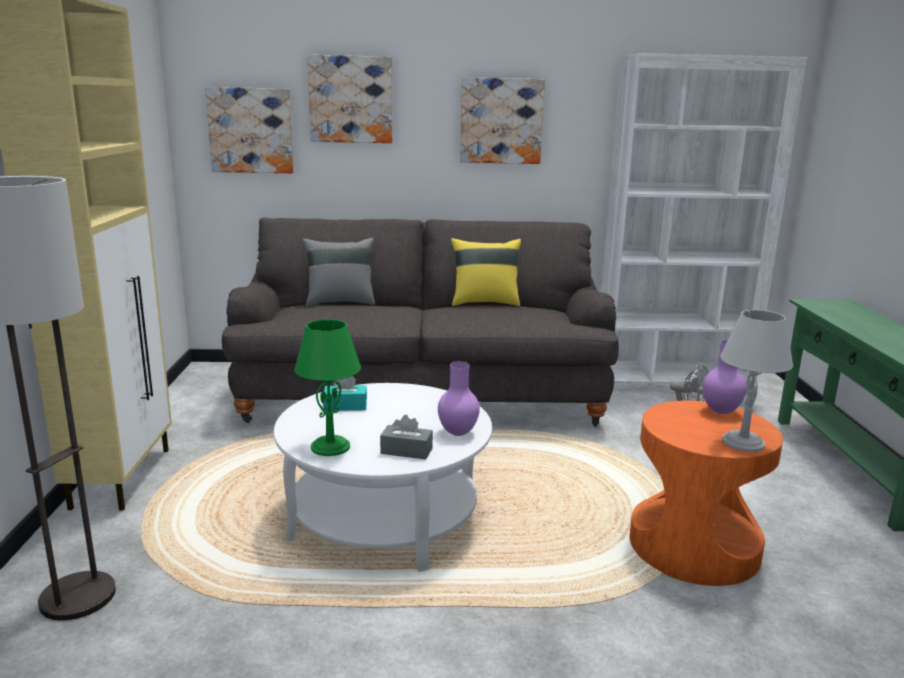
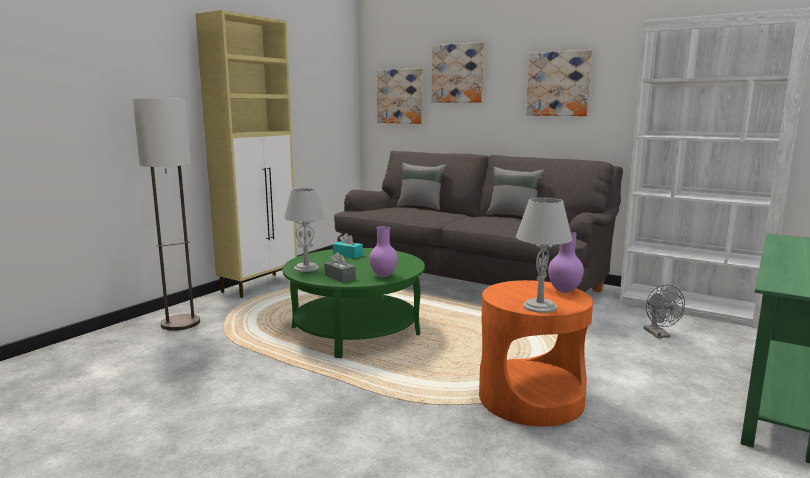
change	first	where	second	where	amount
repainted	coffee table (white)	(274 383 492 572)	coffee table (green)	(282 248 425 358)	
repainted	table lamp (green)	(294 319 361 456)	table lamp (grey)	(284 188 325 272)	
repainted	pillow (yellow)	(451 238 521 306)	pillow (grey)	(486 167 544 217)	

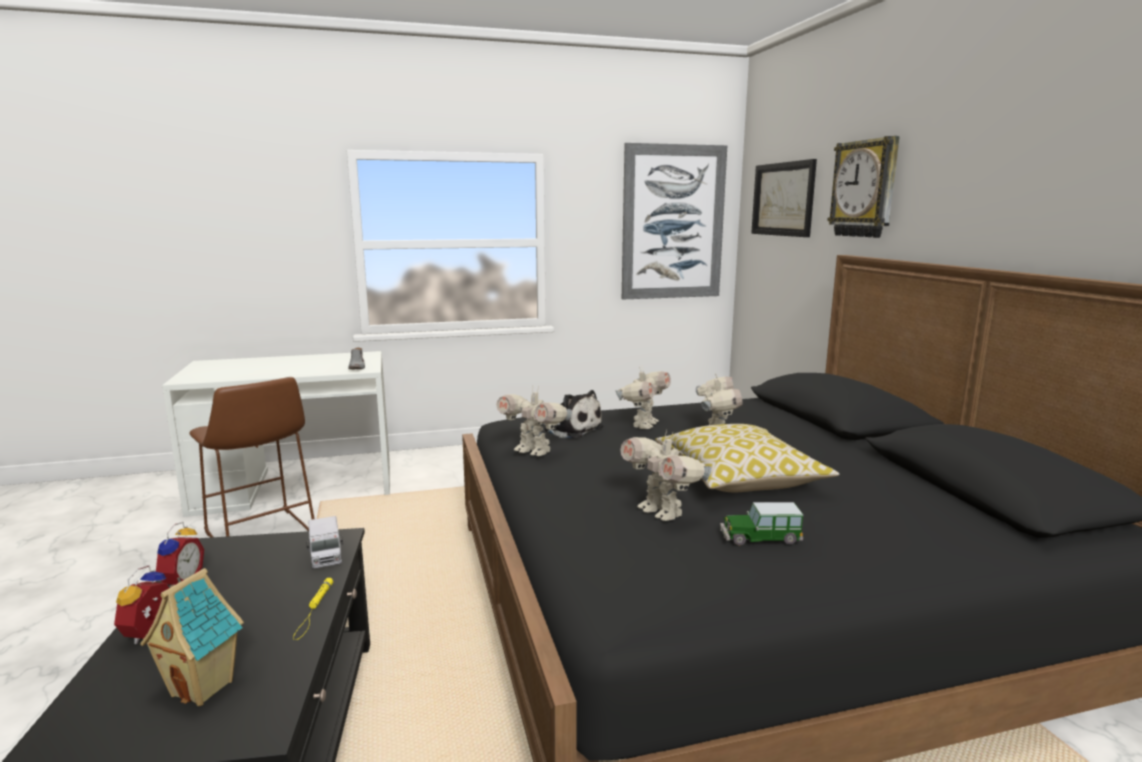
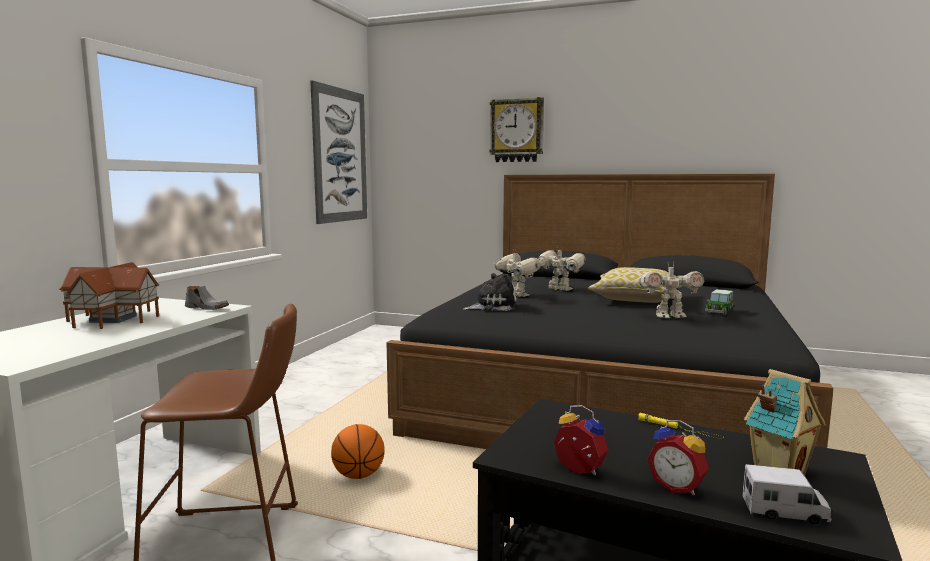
change	first	where	second	where	amount
gone	toy robot	(496 387 572 456)			
gone	picture	(751 159 817 237)			
new			toy house	(60 262 159 329)	
new			basketball	(331 424 385 479)	
shifted	toy truck	(306 516 343 568)		(742 464 831 524)	

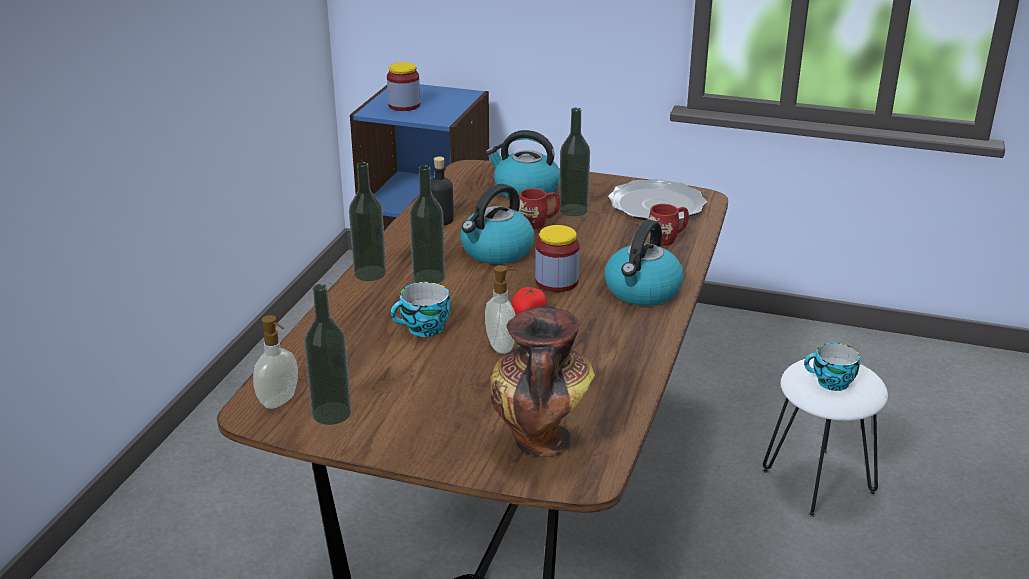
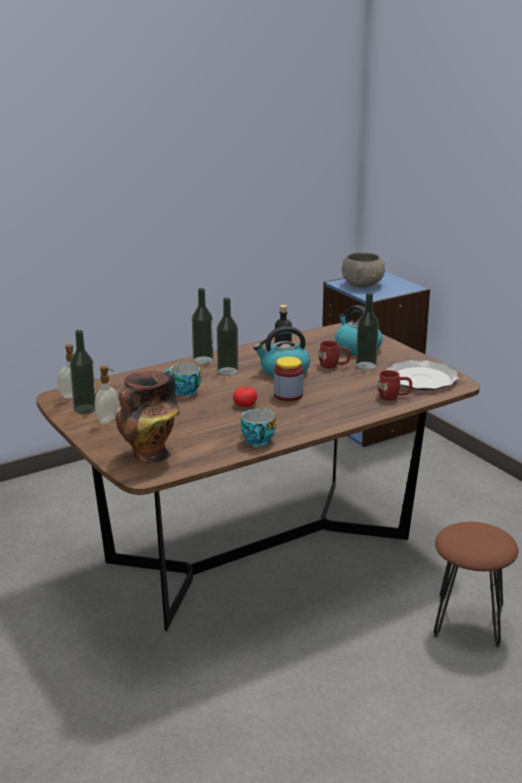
change	first	where	second	where	amount
gone	kettle	(605 220 684 306)			
shifted	soap dispenser	(485 265 517 354)		(95 365 118 423)	
shifted	cup	(804 343 860 391)		(241 409 276 446)	
swapped	jar	(387 62 420 111)	bowl (grey)	(342 252 385 287)	
repainted	stool (white)	(762 358 888 517)	stool (brown)	(433 522 519 647)	

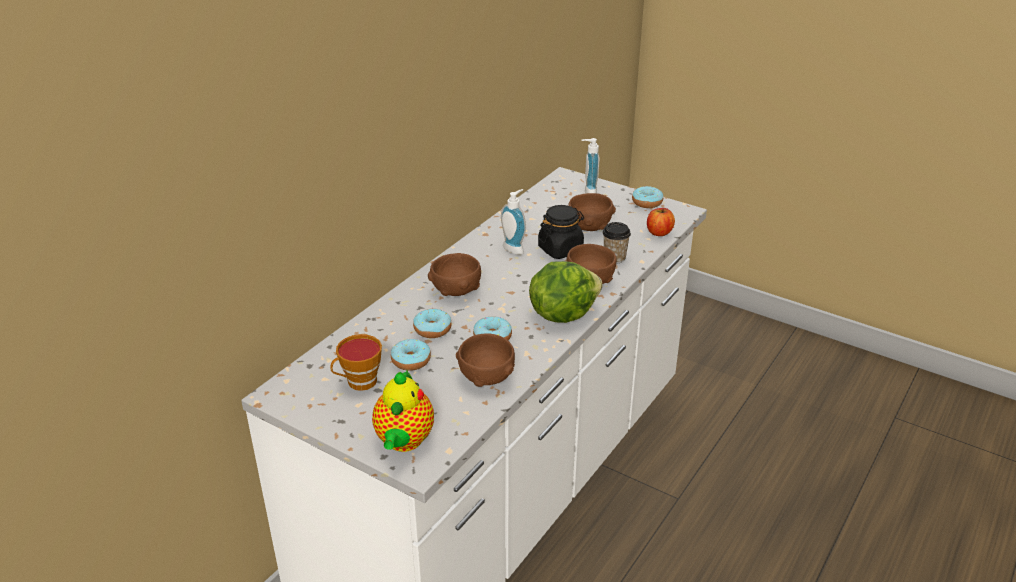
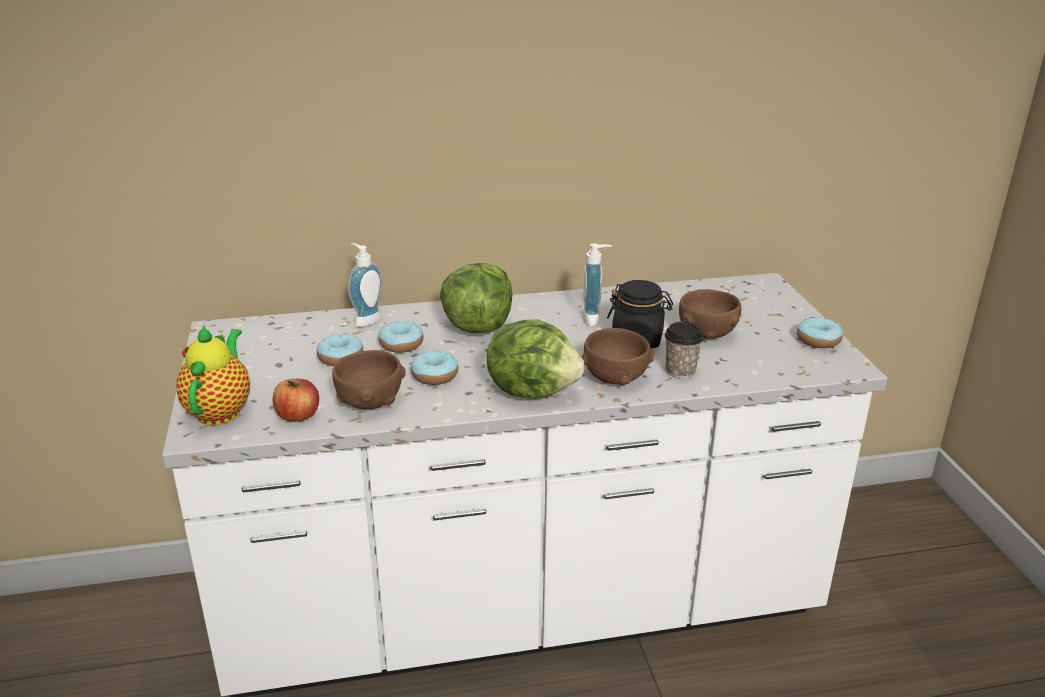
change	first	where	second	where	amount
gone	cup	(330 334 382 391)			
shifted	soap dispenser	(581 138 599 193)		(348 243 383 327)	
shifted	apple	(647 208 675 236)		(273 379 319 422)	
swapped	bowl (brown)	(428 253 481 296)	lettuce	(440 263 512 333)	
rotated	teapot	(372 370 434 452)		(176 324 250 426)	135 degrees clockwise

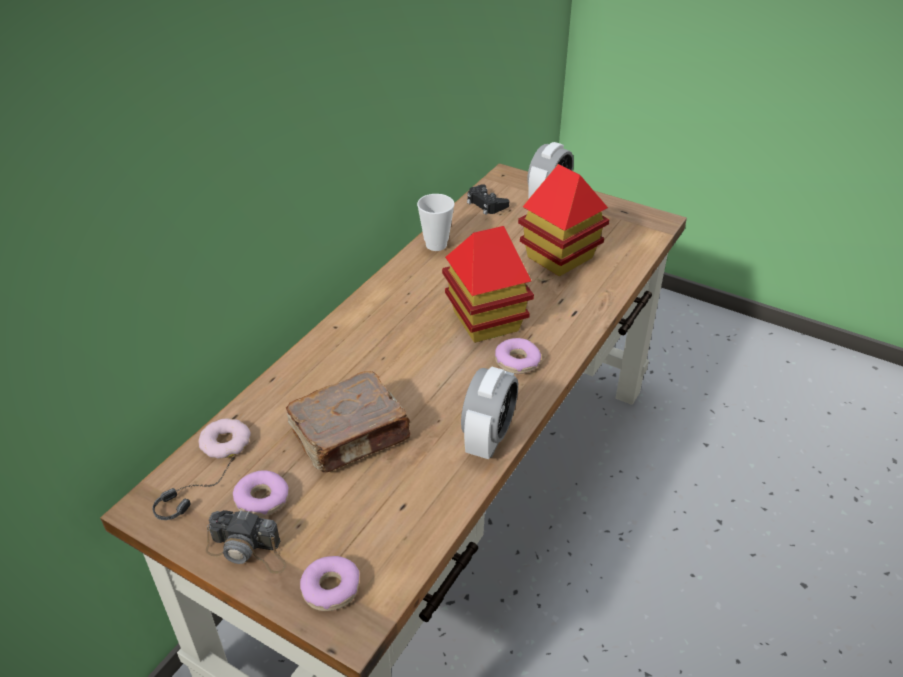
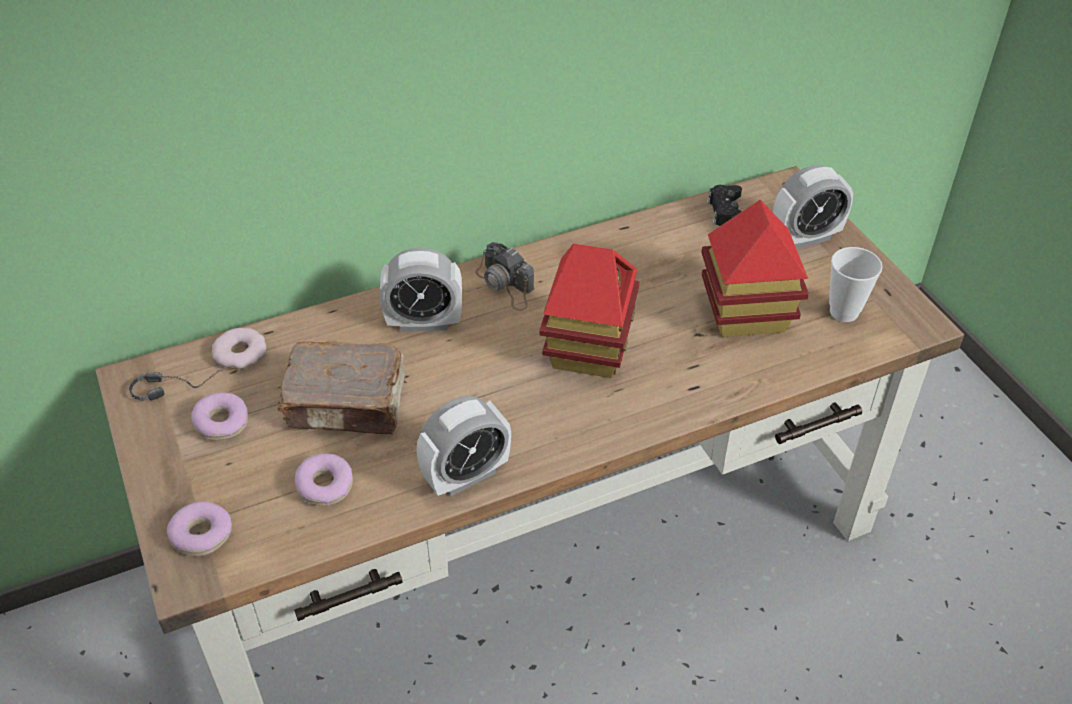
change	first	where	second	where	amount
new			alarm clock	(379 248 462 332)	
shifted	photo camera	(206 510 287 574)		(475 242 534 311)	
shifted	cup	(417 194 455 251)		(829 247 883 322)	
shifted	donut	(495 338 541 374)		(295 453 353 506)	

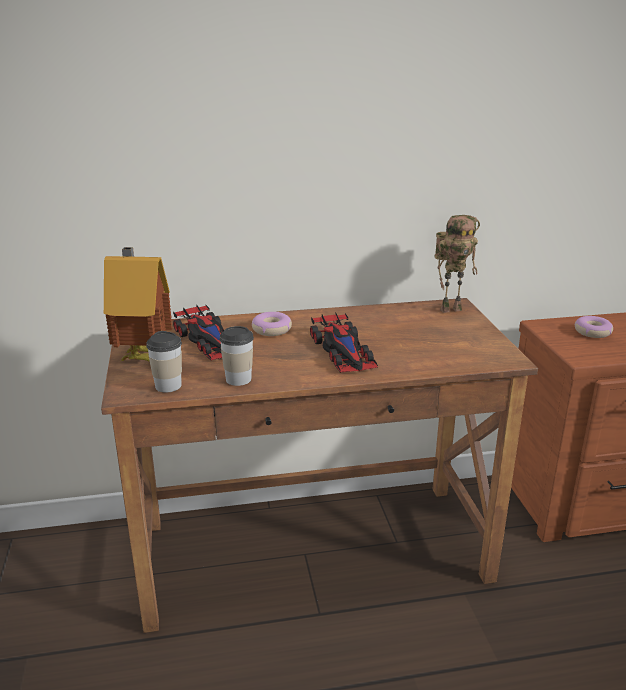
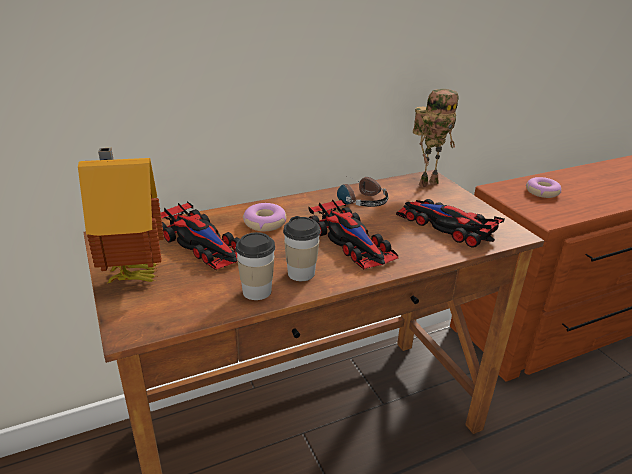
change	first	where	second	where	amount
new			headphones	(337 177 388 207)	
new			toy car	(396 199 505 248)	
shifted	cup	(146 331 182 393)		(283 216 321 281)	

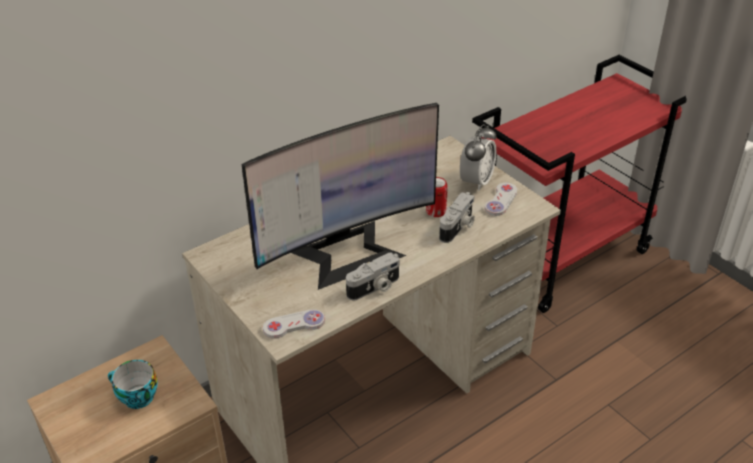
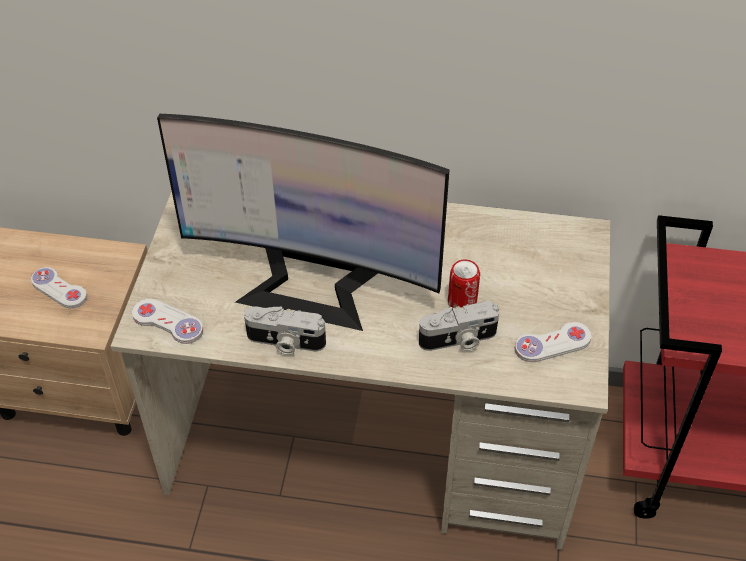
change	first	where	second	where	amount
gone	alarm clock	(460 124 497 191)			
swapped	cup	(108 360 158 409)	game controller (white)	(31 267 87 308)	

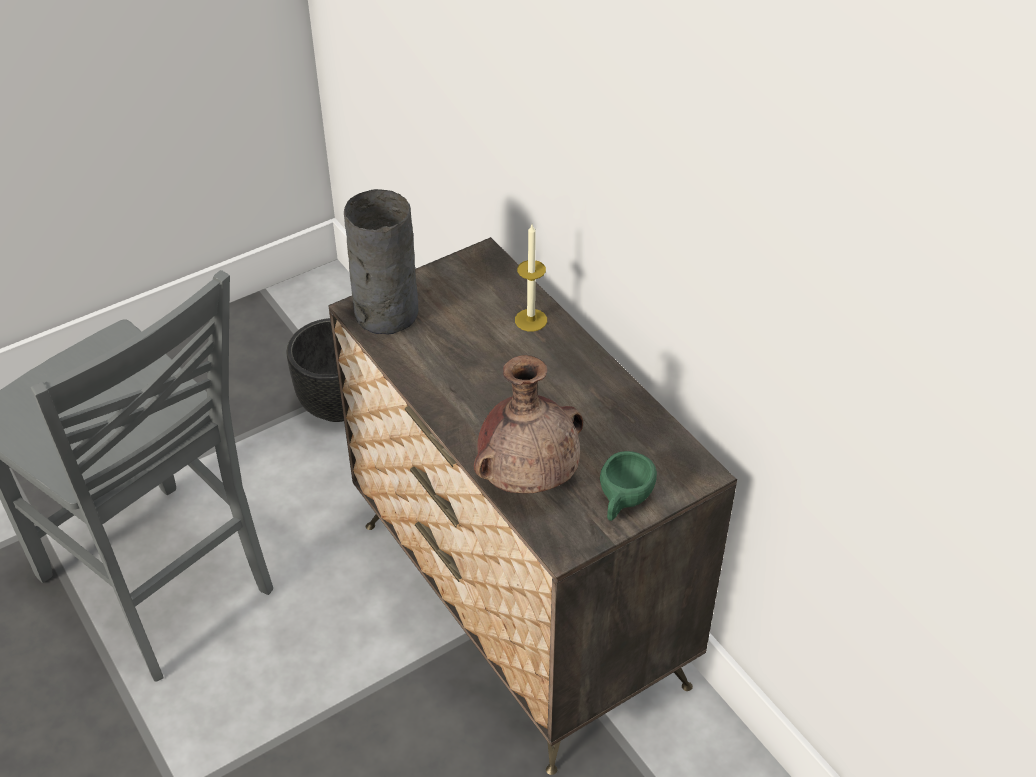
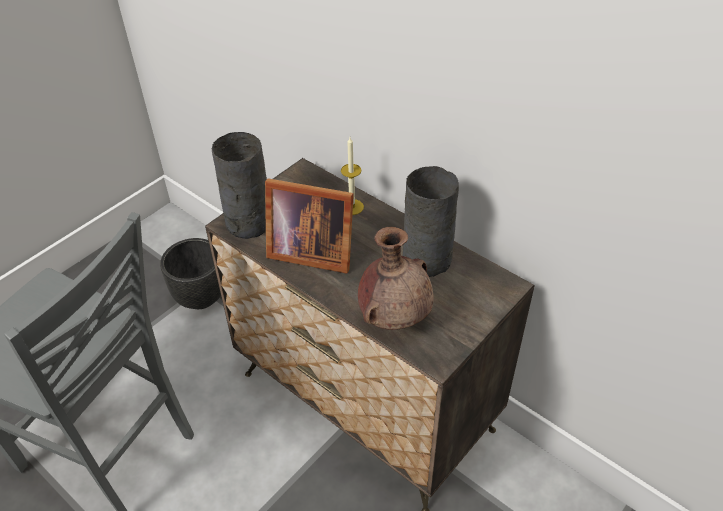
change	first	where	second	where	amount
gone	cup (green)	(600 451 657 521)			
new			picture frame	(265 178 354 274)	
new			vase (grey)	(403 166 459 277)	

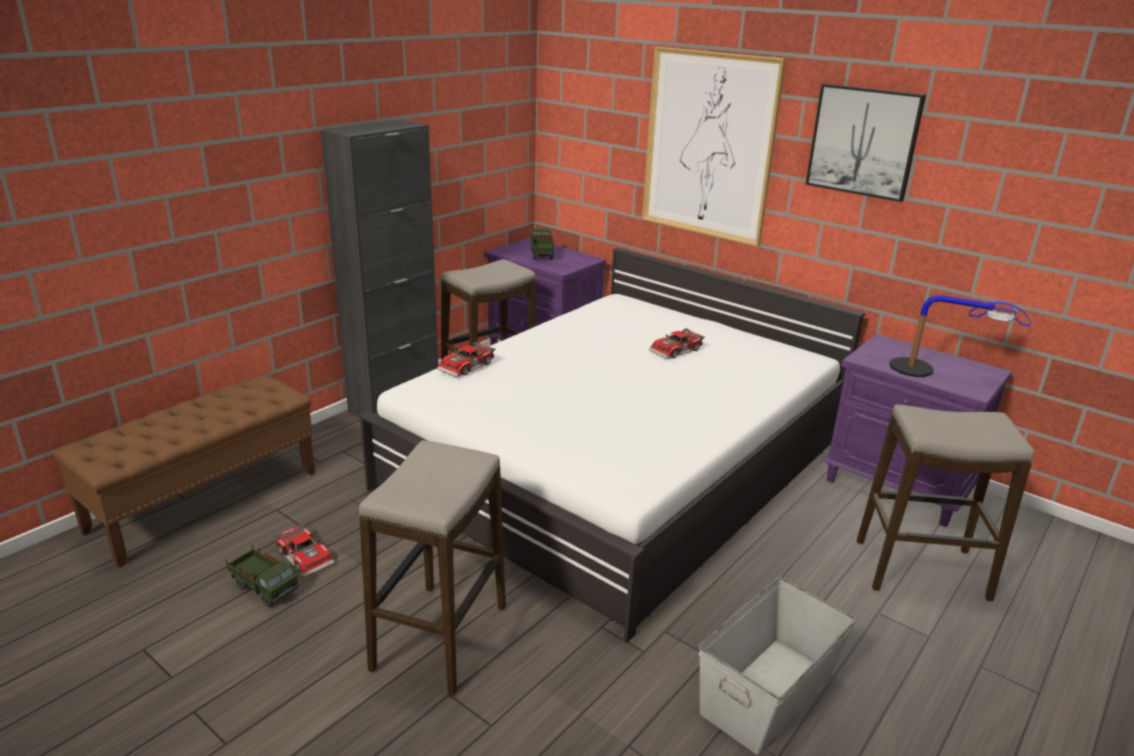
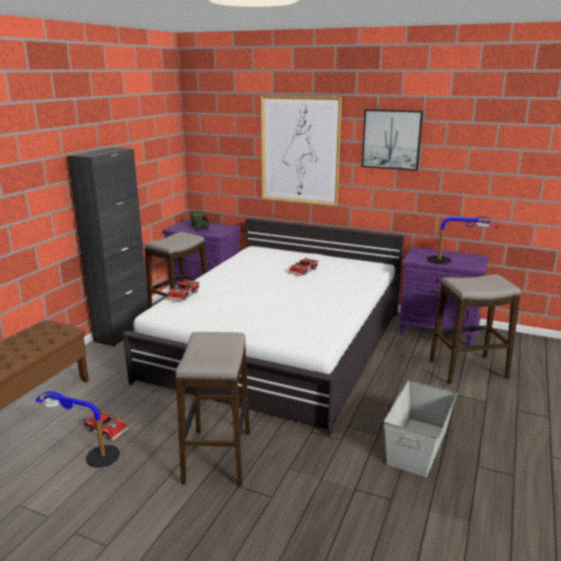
change	first	where	second	where	amount
swapped	toy truck	(226 544 300 607)	table lamp	(36 391 120 468)	

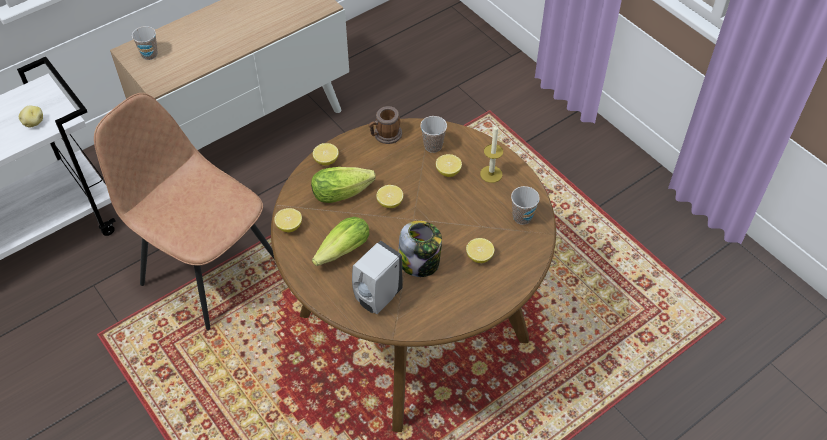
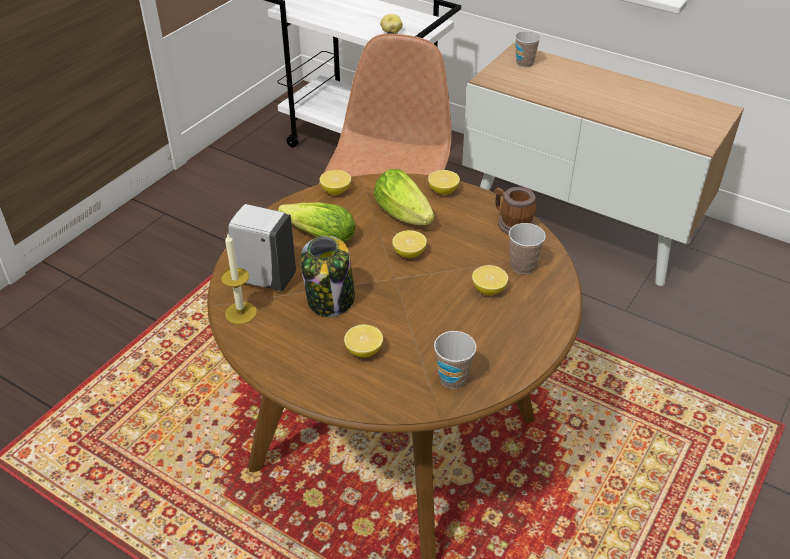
change	first	where	second	where	amount
shifted	candle	(480 124 503 183)		(221 234 257 324)	

